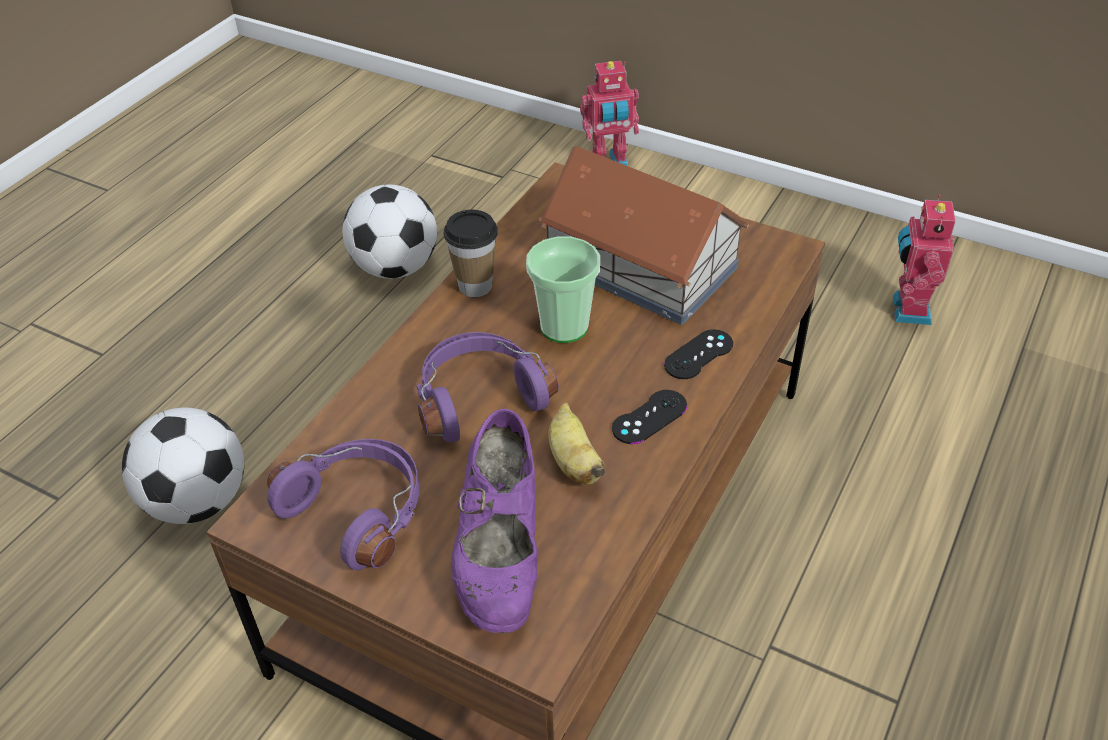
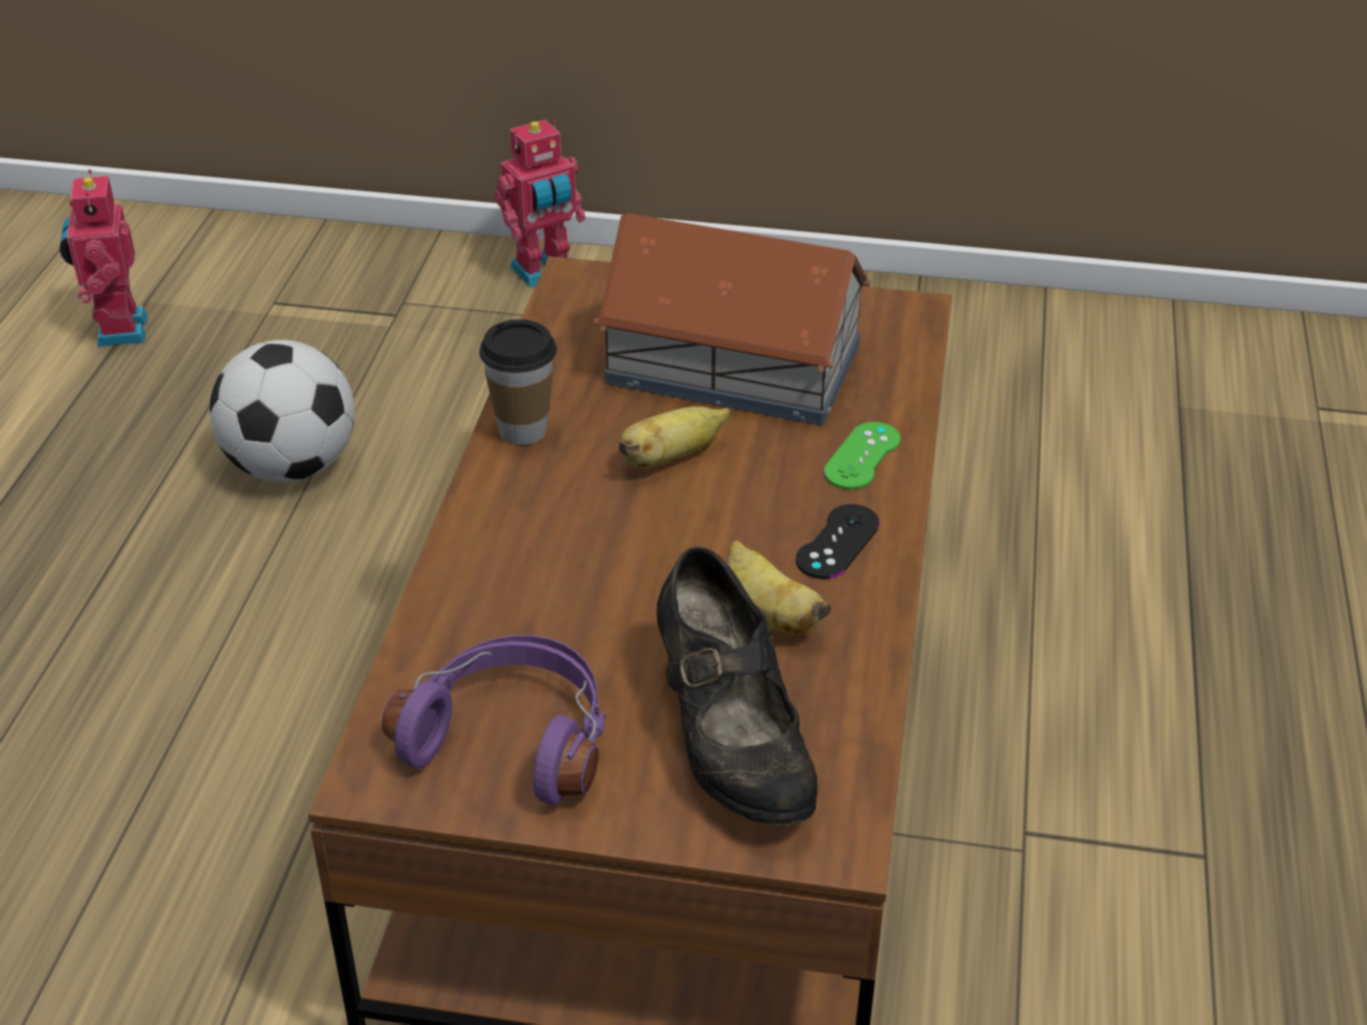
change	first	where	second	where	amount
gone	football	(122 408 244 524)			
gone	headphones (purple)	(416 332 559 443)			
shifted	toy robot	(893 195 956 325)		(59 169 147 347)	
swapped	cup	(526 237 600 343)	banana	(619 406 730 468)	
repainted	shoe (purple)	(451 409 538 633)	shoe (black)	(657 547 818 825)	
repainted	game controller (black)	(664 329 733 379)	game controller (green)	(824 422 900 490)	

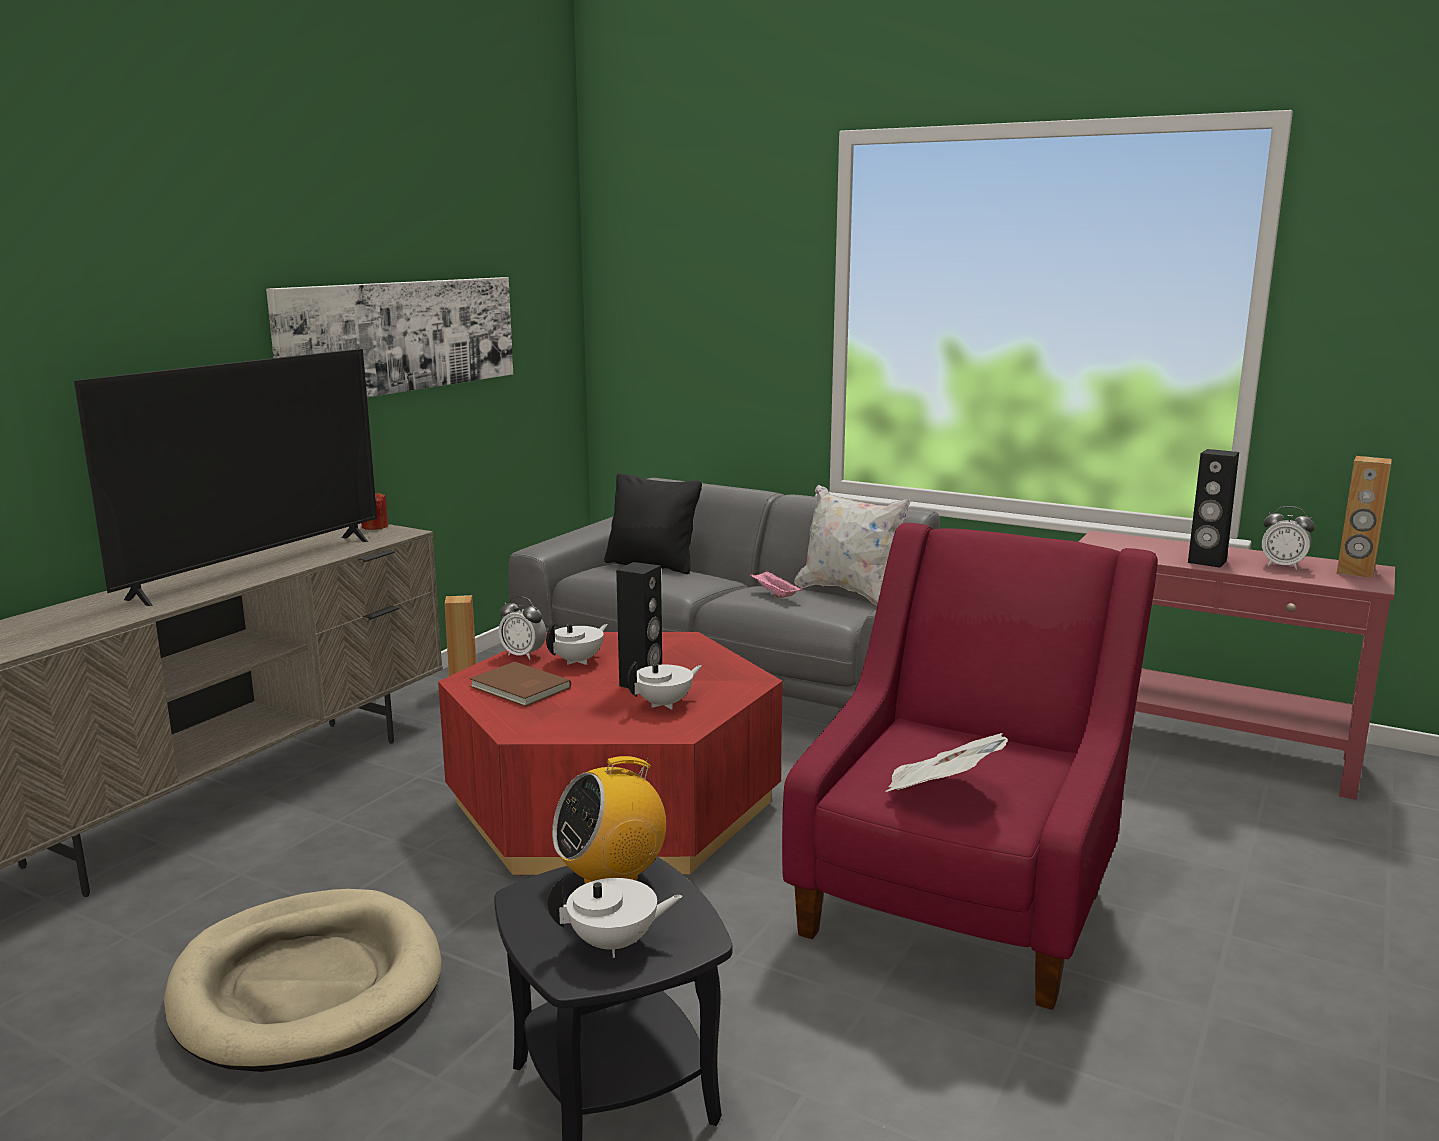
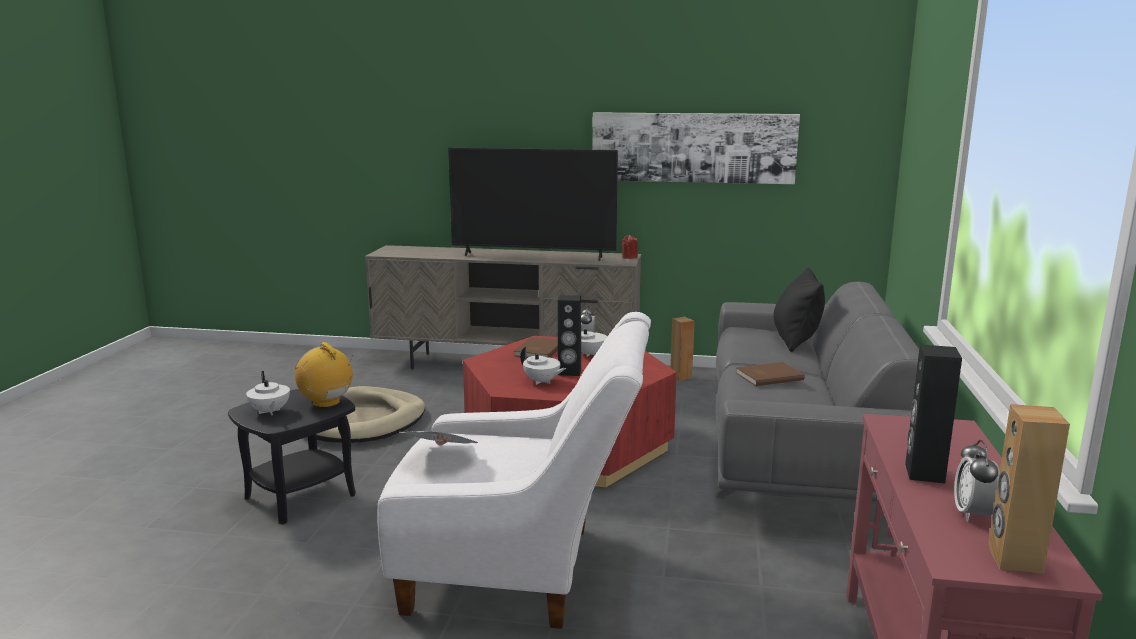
change	first	where	second	where	amount
gone	pillow (white)	(794 485 911 606)			
swapped	tray (pink)	(750 571 802 598)	book (brown)	(736 362 805 386)	
repainted	armchair (red)	(782 523 1158 1010)	armchair (white)	(377 312 651 629)	

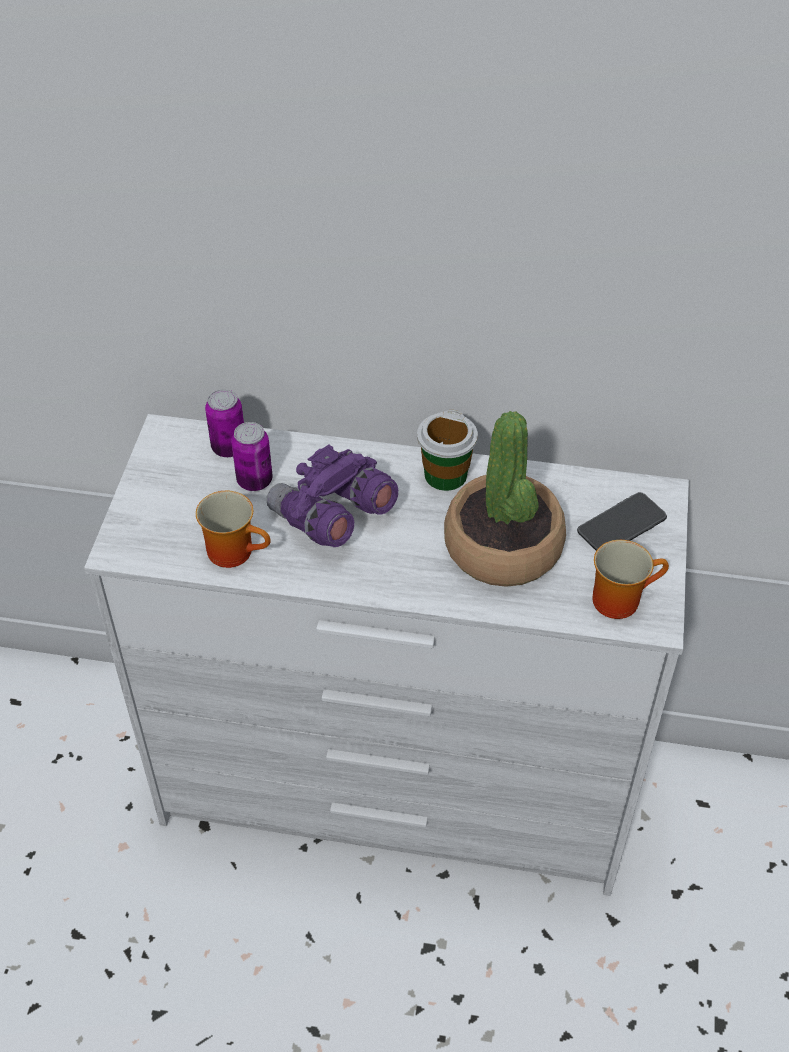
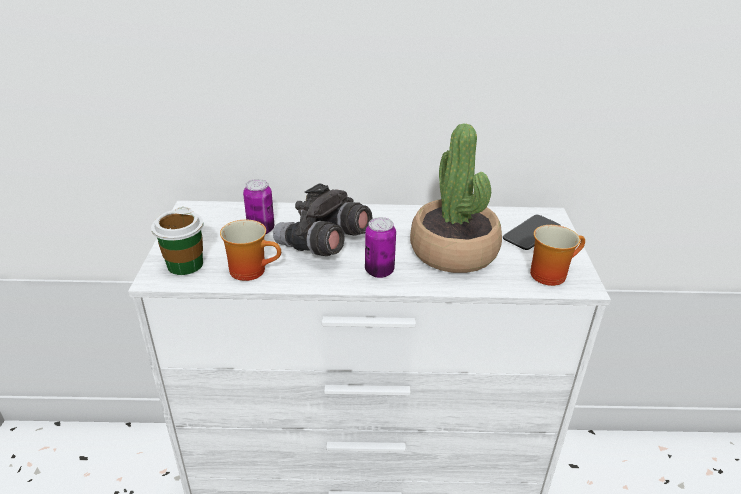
change	first	where	second	where	amount
shifted	can	(205 389 244 457)		(365 217 396 278)	
shifted	cup	(417 410 478 491)		(151 207 203 275)	
repainted	binoculars (purple)	(267 445 398 547)	binoculars (grey)	(273 183 372 256)	

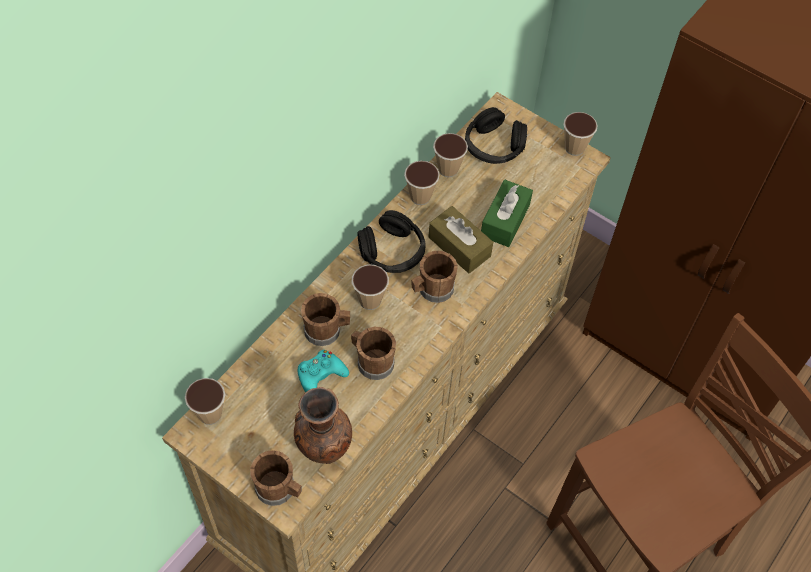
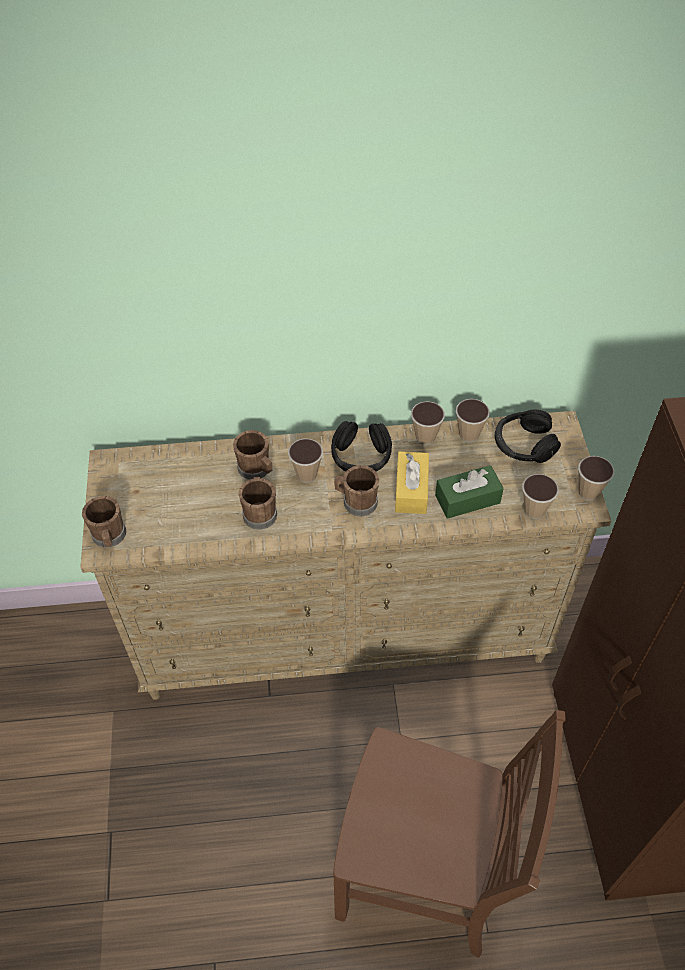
change	first	where	second	where	amount
gone	vase (brown)	(294 387 352 464)			
gone	game controller (turquoise)	(298 350 349 392)			
shifted	cup	(185 378 225 425)		(522 474 559 519)	
repainted	tissue box (brown)	(428 206 493 274)	tissue box (yellow)	(395 451 429 514)	

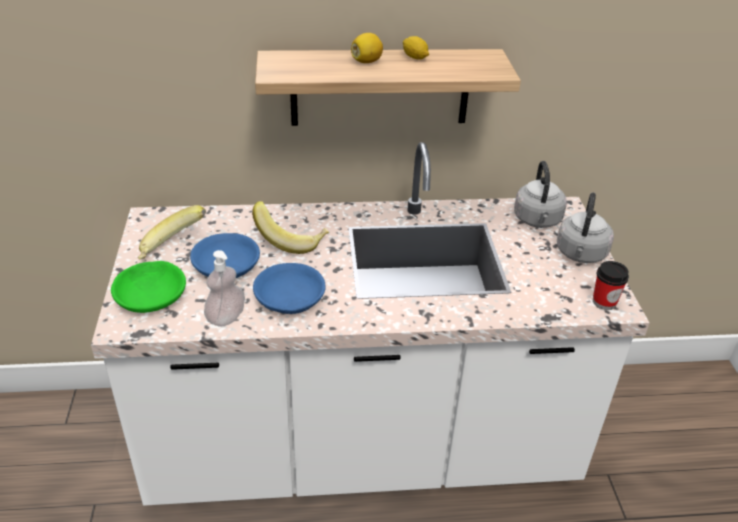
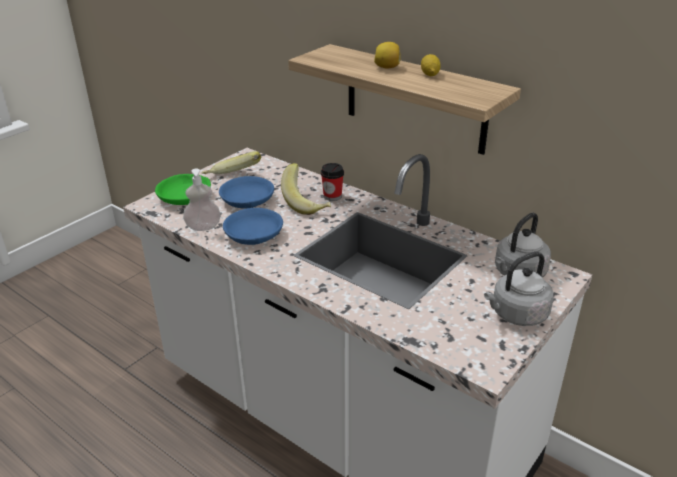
change	first	where	second	where	amount
shifted	cup	(593 261 629 310)		(321 163 344 201)	

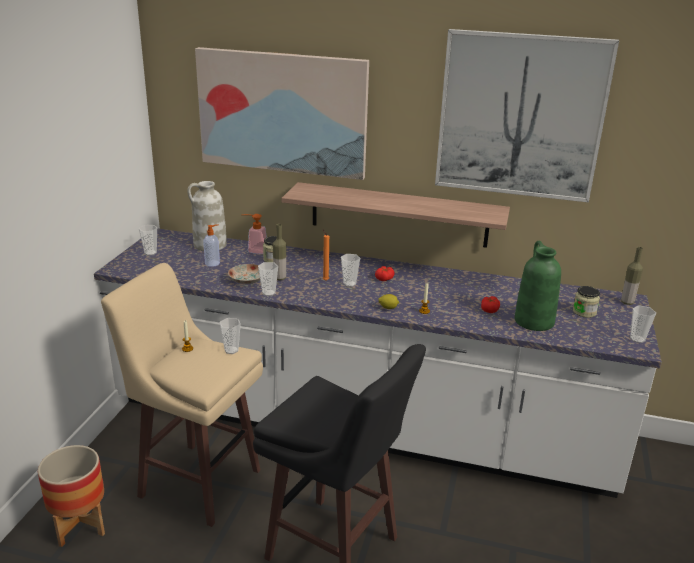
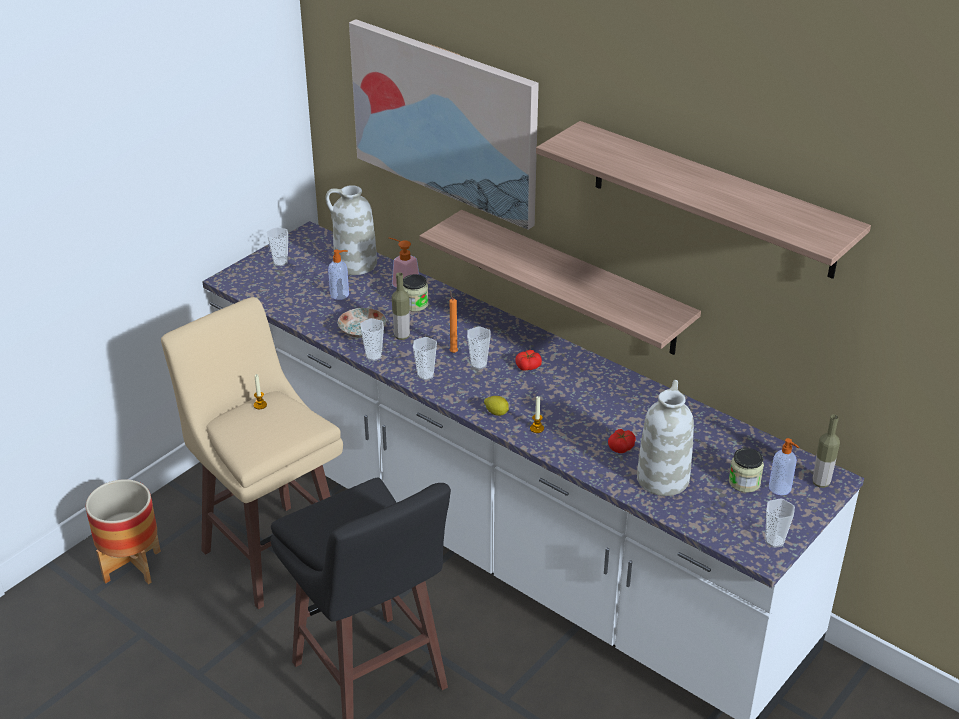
change	first	where	second	where	amount
new			soap dispenser	(769 438 800 495)	
shifted	cup	(219 318 241 354)		(413 337 437 380)	
swapped	picture	(435 29 619 202)	shelf	(536 121 871 279)	
repainted	vase (green)	(514 241 561 331)	vase (white)	(637 380 694 496)	

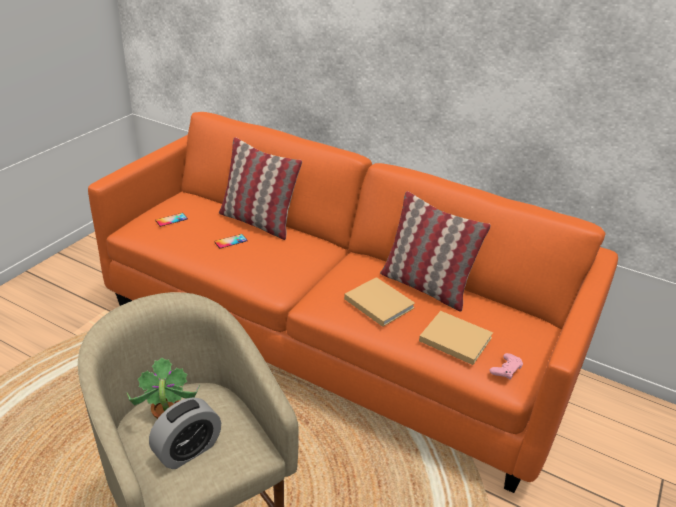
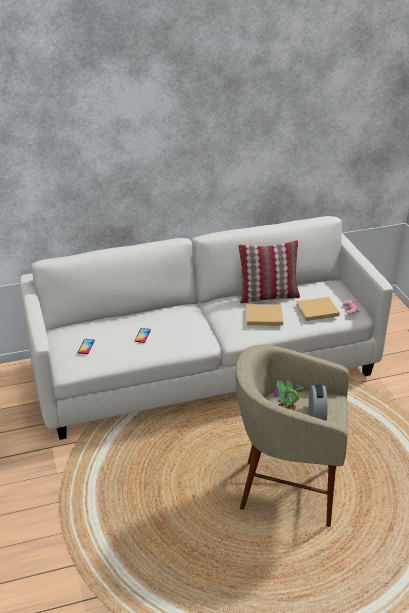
change	first	where	second	where	amount
gone	pillow	(219 137 302 240)			
repainted	sofa (orange)	(88 112 618 493)	sofa (white)	(19 216 393 440)	

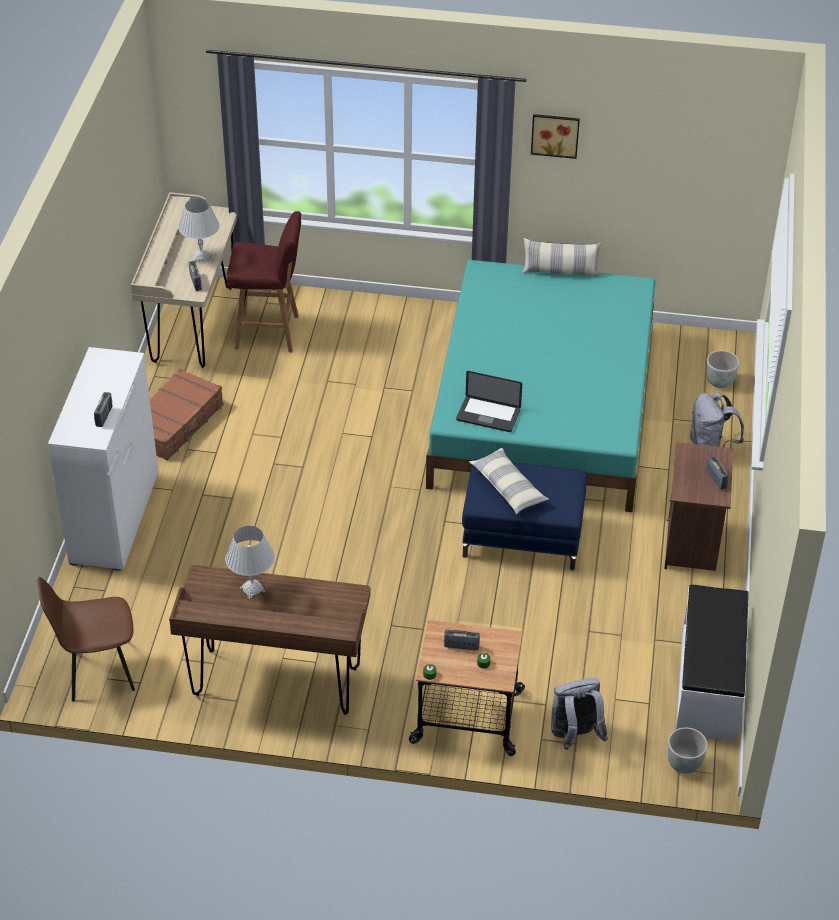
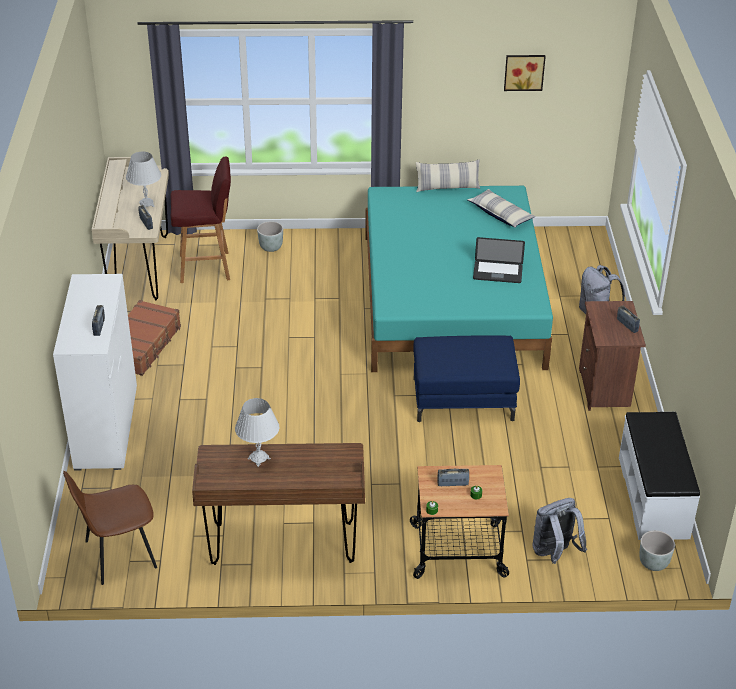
change	first	where	second	where	amount
shifted	laptop	(456 371 522 432)		(473 237 525 283)	
shifted	pillow	(469 448 549 514)		(467 189 536 228)	
shifted	picture	(531 114 580 159)		(504 55 546 91)	
shifted	planter (grey)	(706 350 739 388)		(257 221 283 252)	

